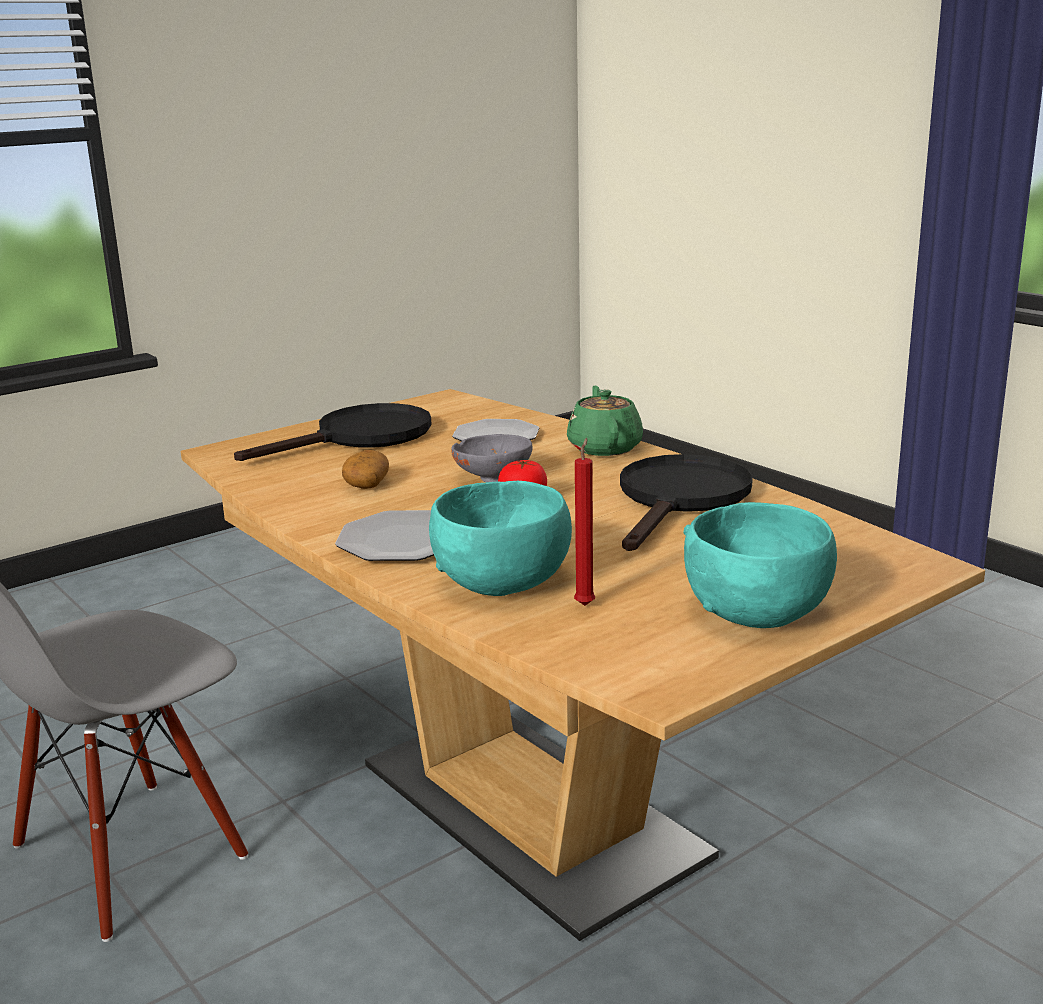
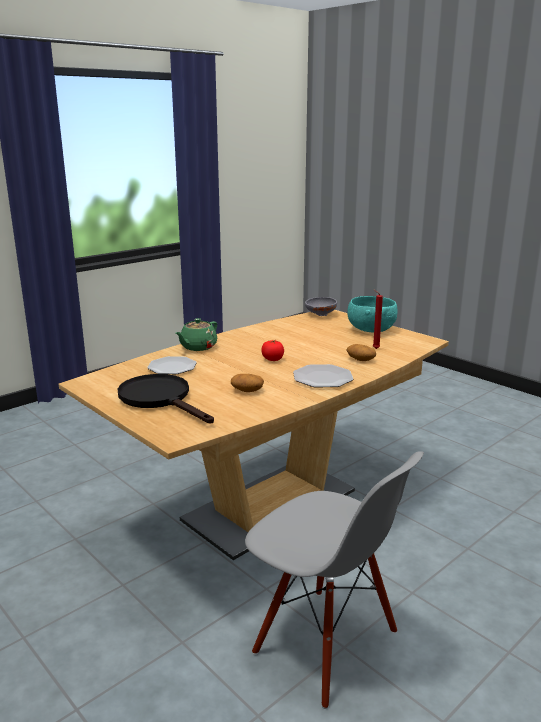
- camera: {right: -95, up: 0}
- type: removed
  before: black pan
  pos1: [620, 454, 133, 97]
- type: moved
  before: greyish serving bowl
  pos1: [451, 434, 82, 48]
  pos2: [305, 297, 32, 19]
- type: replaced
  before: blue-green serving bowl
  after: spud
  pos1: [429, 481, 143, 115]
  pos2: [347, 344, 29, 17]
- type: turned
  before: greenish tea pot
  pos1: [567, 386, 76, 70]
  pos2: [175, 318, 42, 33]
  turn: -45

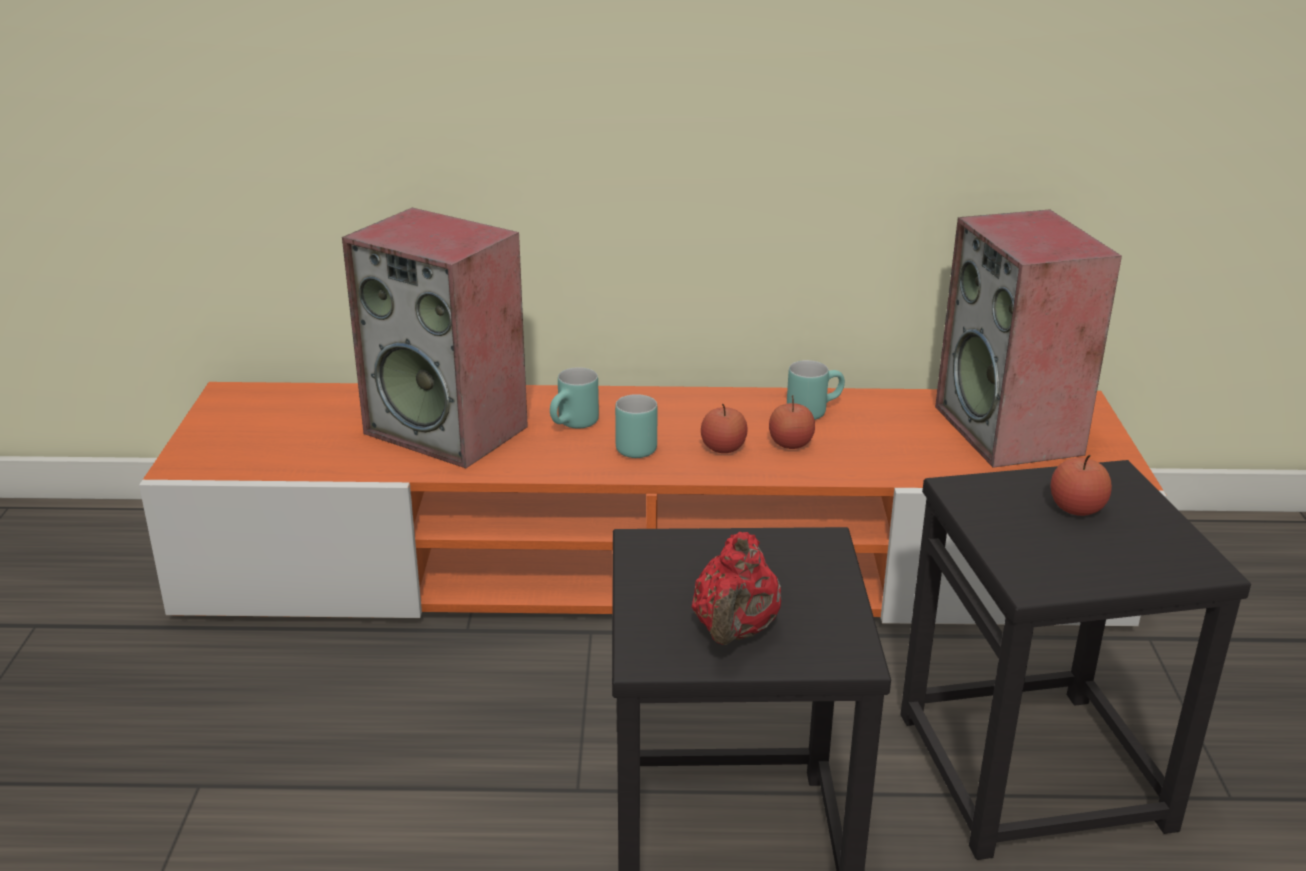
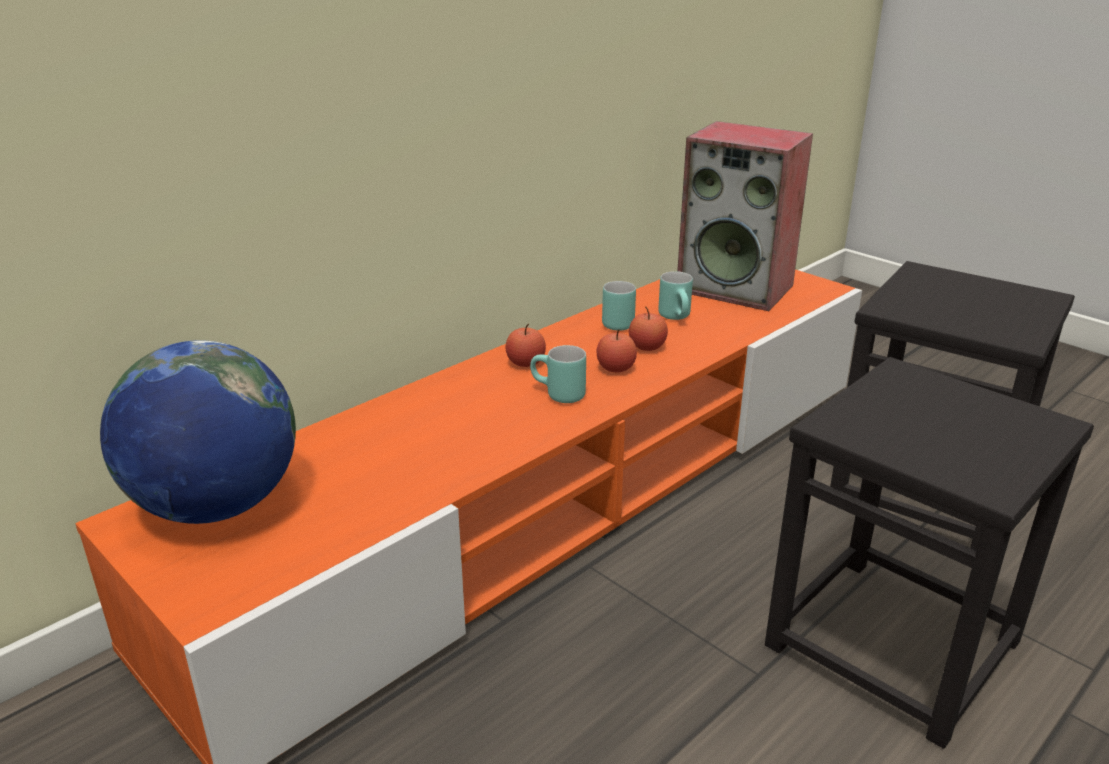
- camera: {right: -45, up: 0}
- type: removed
  before: audio speaker
  pos1: [342, 208, 186, 260]
- type: removed
  before: red-coloured tea pot
  pos1: [692, 532, 89, 113]
- type: added
  after: globe
  pos2: [100, 340, 196, 184]
- type: moved
  before: blue-green coffee mug
  pos1: [550, 367, 49, 62]
  pos2: [658, 271, 35, 49]
- type: moved
  before: apple fruit
  pos1: [1051, 455, 61, 61]
  pos2: [505, 324, 41, 43]

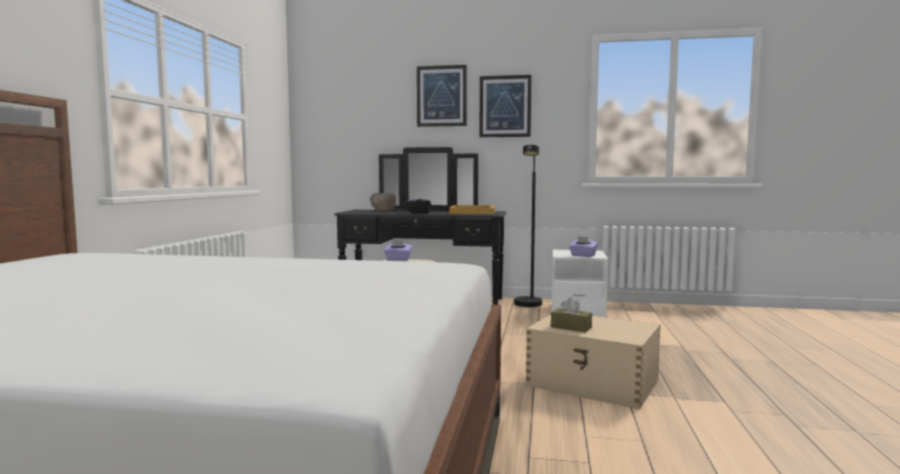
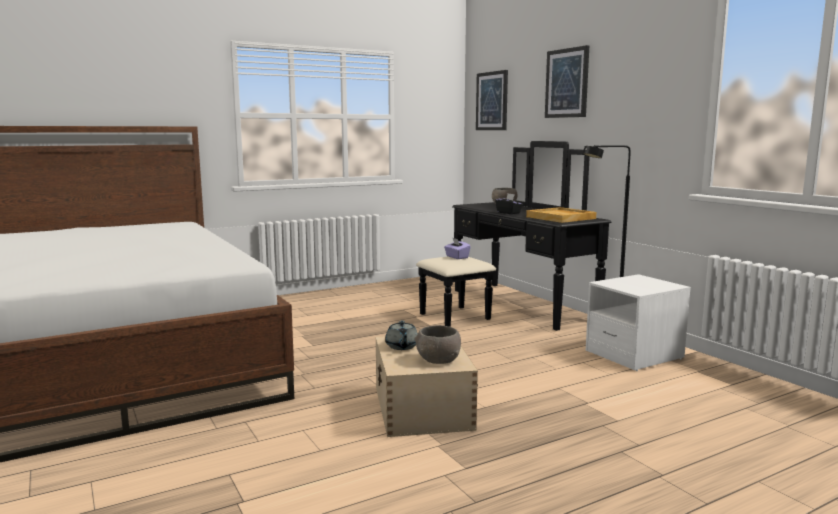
- camera: {right: 50, up: 5}
- type: removed
  before: purple tissue holder
  pos1: [569, 236, 29, 21]
- type: added
  after: greyish serving bowl
  pos2: [414, 325, 47, 39]
- type: moved
  before: wall picture
  pos1: [479, 75, 52, 62]
  pos2: [476, 70, 32, 60]
- type: replaced
  before: brown-coloured tissue holder
  after: greyish tea pot
  pos1: [551, 297, 41, 36]
  pos2: [385, 321, 33, 29]

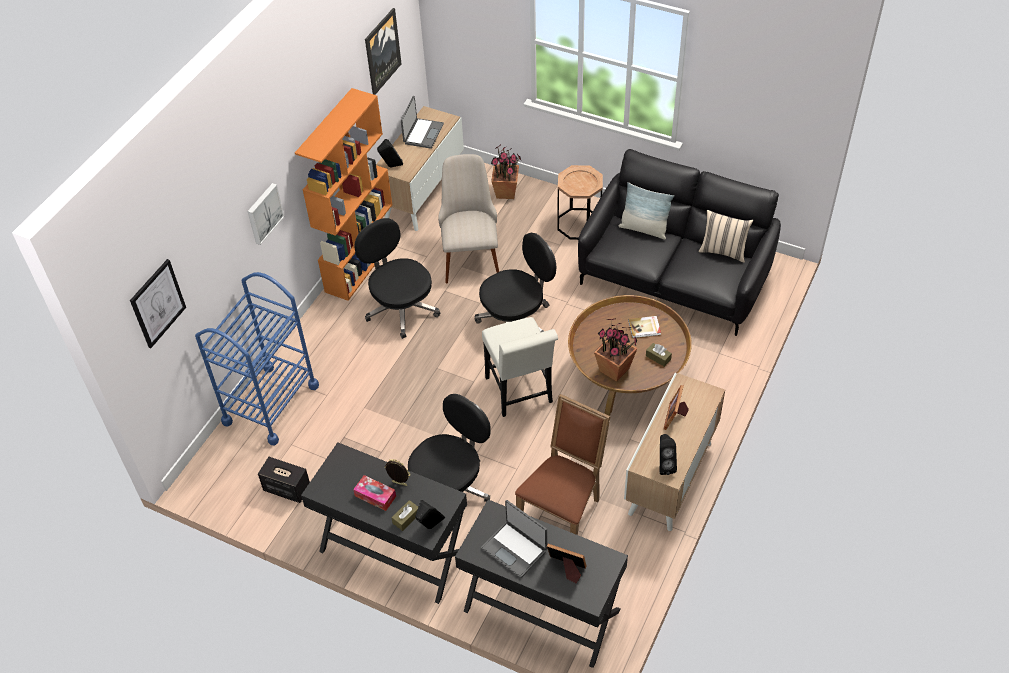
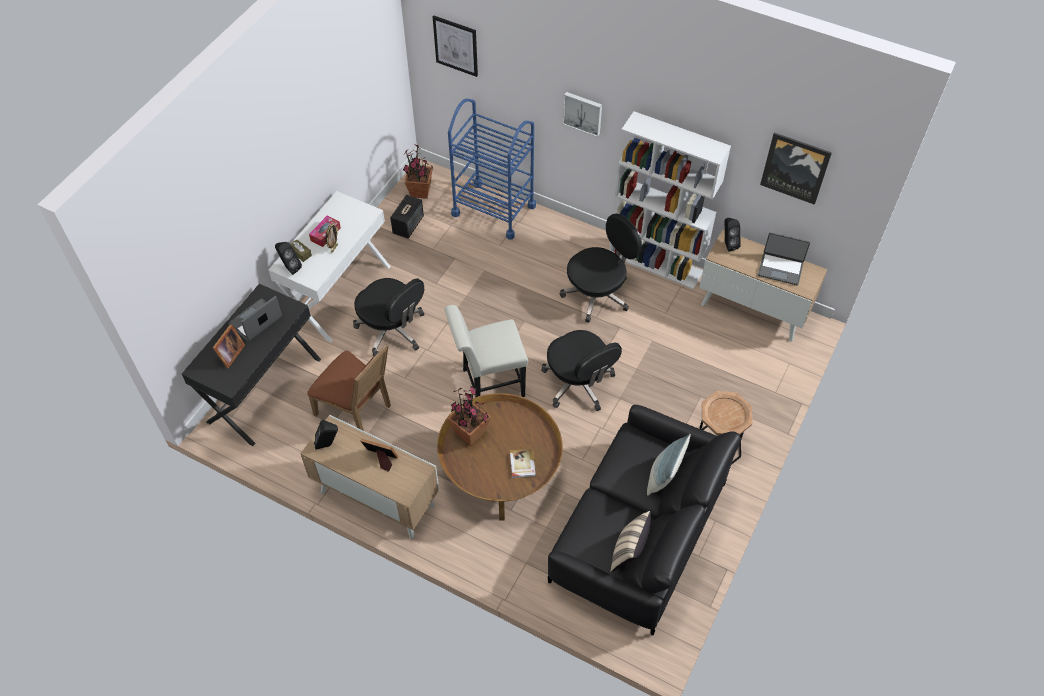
- camera: {right: 90, up: 5}
- type: removed
  before: sand-coloured chair
  pos1: [438, 154, 61, 129]
- type: removed
  before: brown-coloured tissue holder
  pos1: [646, 343, 26, 24]
- type: moved
  before: houseplant
  pos1: [491, 145, 31, 54]
  pos2: [403, 145, 30, 54]
- type: recoloured
  before: orange-coloured bookshelf
  after: whitish bookshelf
  pos1: [295, 88, 98, 213]
  pos2: [609, 111, 122, 178]
- type: recoloured
  before: black desk unit
  after: whitish desk unit
  pos1: [301, 442, 166, 162]
  pos2: [268, 191, 123, 152]

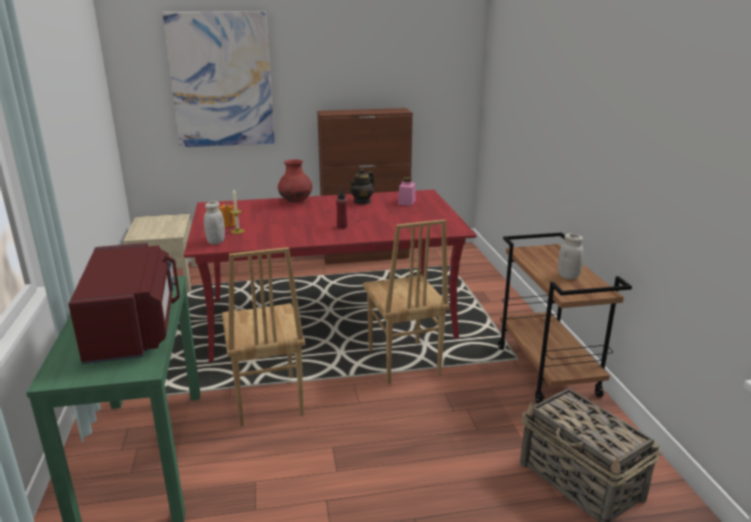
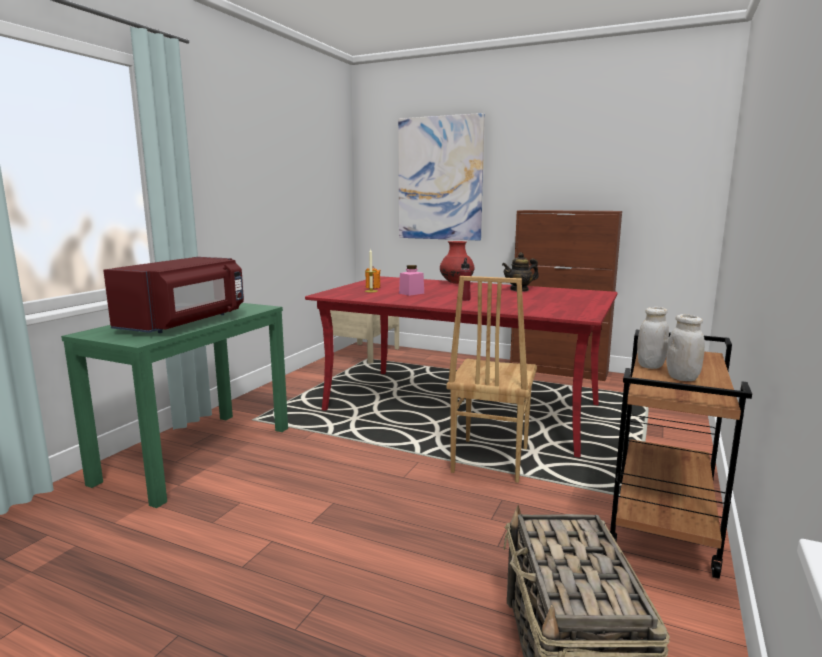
- camera: {right: 35, up: -10}
- type: removed
  before: brown-coloured chair
  pos1: [222, 247, 83, 180]
- type: moved
  before: whitish storage jar
  pos1: [204, 201, 21, 44]
  pos2: [637, 307, 32, 62]
- type: moved
  before: pinkish storage jar
  pos1: [398, 177, 17, 29]
  pos2: [399, 265, 25, 31]

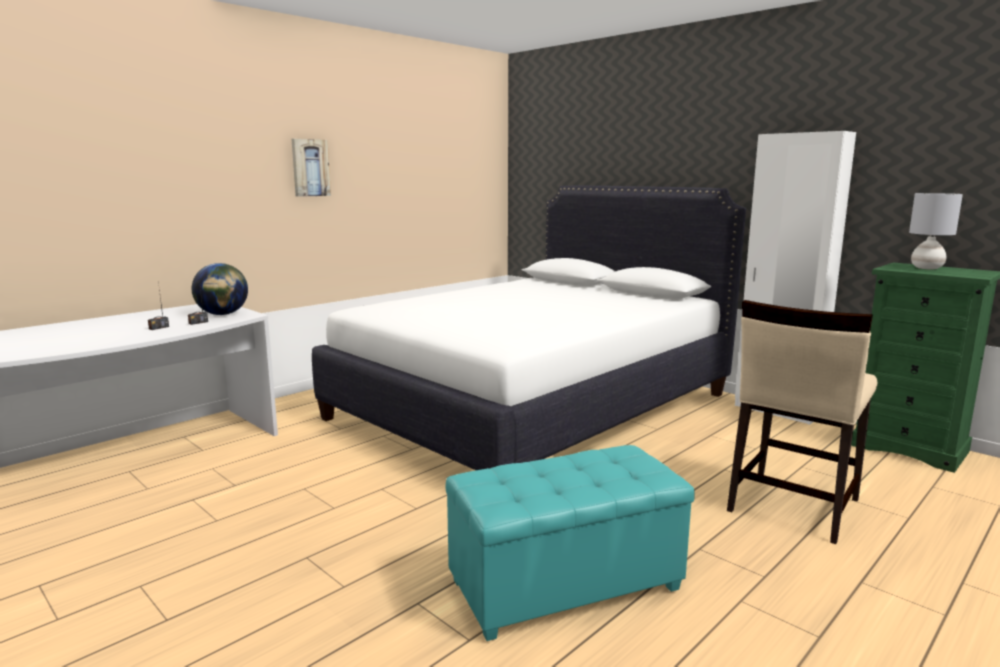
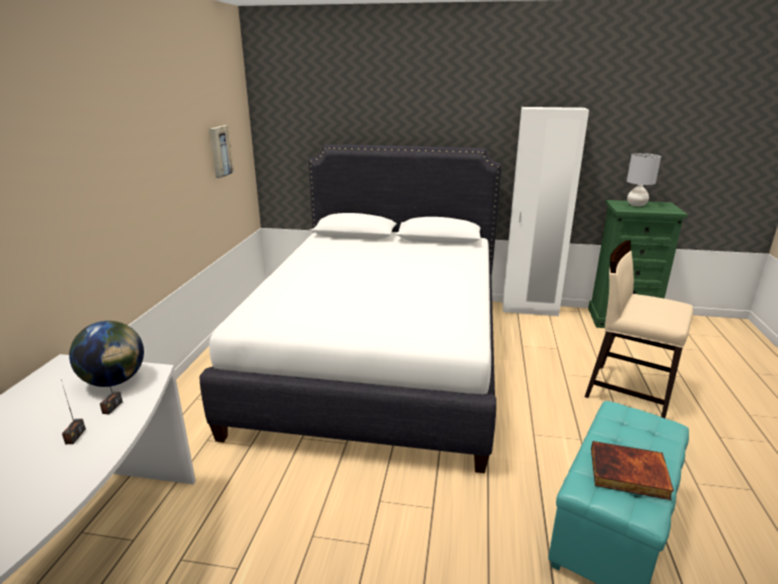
- camera: {right: -35, up: 10}
- type: added
  after: bound book
  pos2: [591, 441, 83, 59]
- type: moved
  before: wall picture
  pos1: [292, 139, 39, 58]
  pos2: [209, 125, 25, 53]
- type: turned
  before: sand-coloured chair
  pos1: [727, 300, 150, 244]
  pos2: [585, 241, 108, 177]
  turn: 120

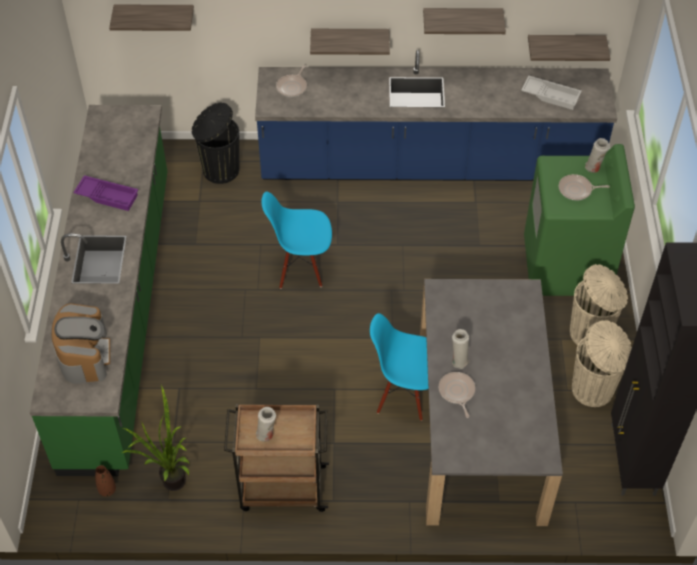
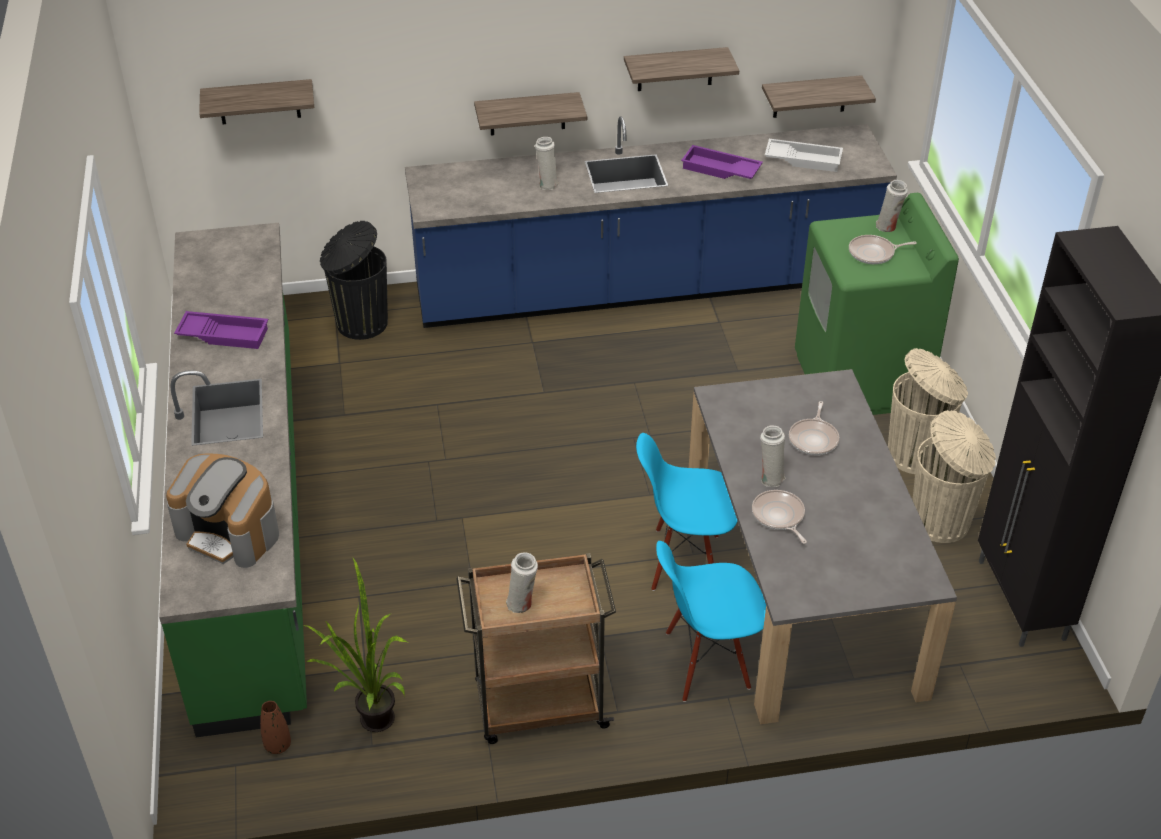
- camera: {right: -10, up: -10}
- type: added
  after: whitish flower vase
  pos2: [535, 137, 24, 53]
- type: added
  after: purple tray
  pos2: [681, 145, 82, 34]
- type: moved
  before: bluish chair
  pos1: [261, 192, 71, 97]
  pos2: [656, 541, 110, 161]
- type: moved
  before: pan
  pos1: [276, 65, 31, 32]
  pos2: [789, 401, 50, 54]
- type: turned
  before: coffee maker
  pos1: [52, 303, 58, 81]
  pos2: [166, 454, 113, 114]
  turn: 135

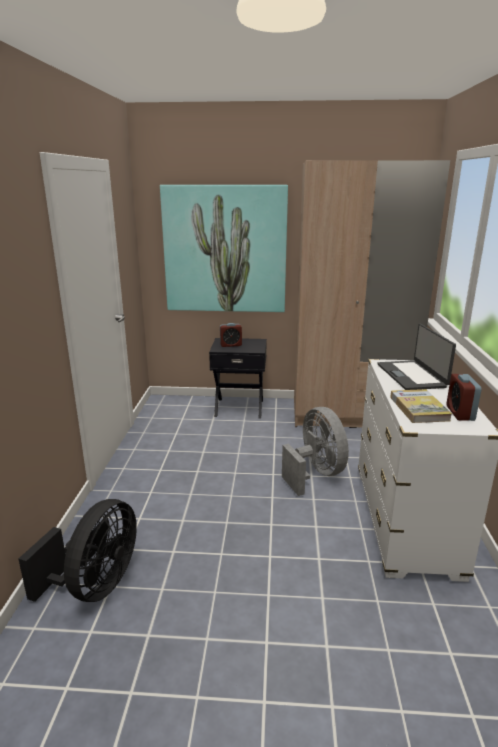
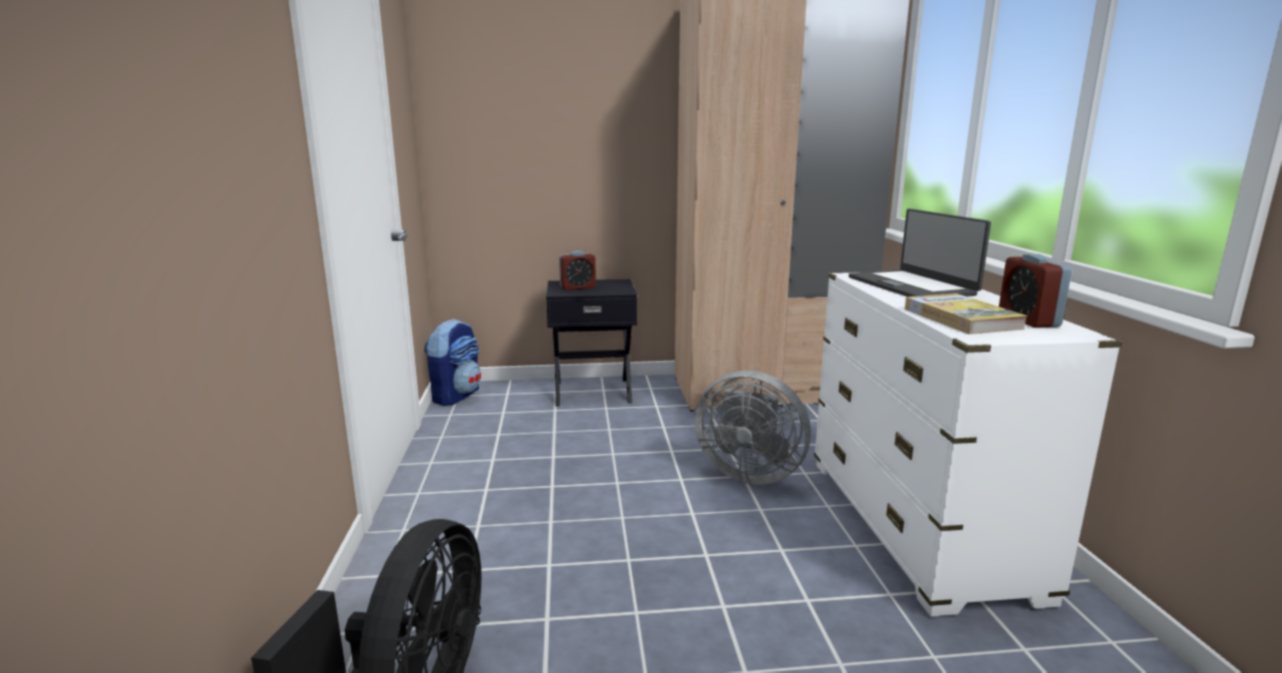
- camera: {right: -10, up: -5}
- type: removed
  before: wall picture
  pos1: [160, 185, 128, 127]
- type: added
  after: knapsack
  pos2: [424, 319, 57, 87]
- type: turned
  before: greyish electric fan
  pos1: [282, 407, 67, 89]
  pos2: [695, 370, 116, 115]
  turn: 150

